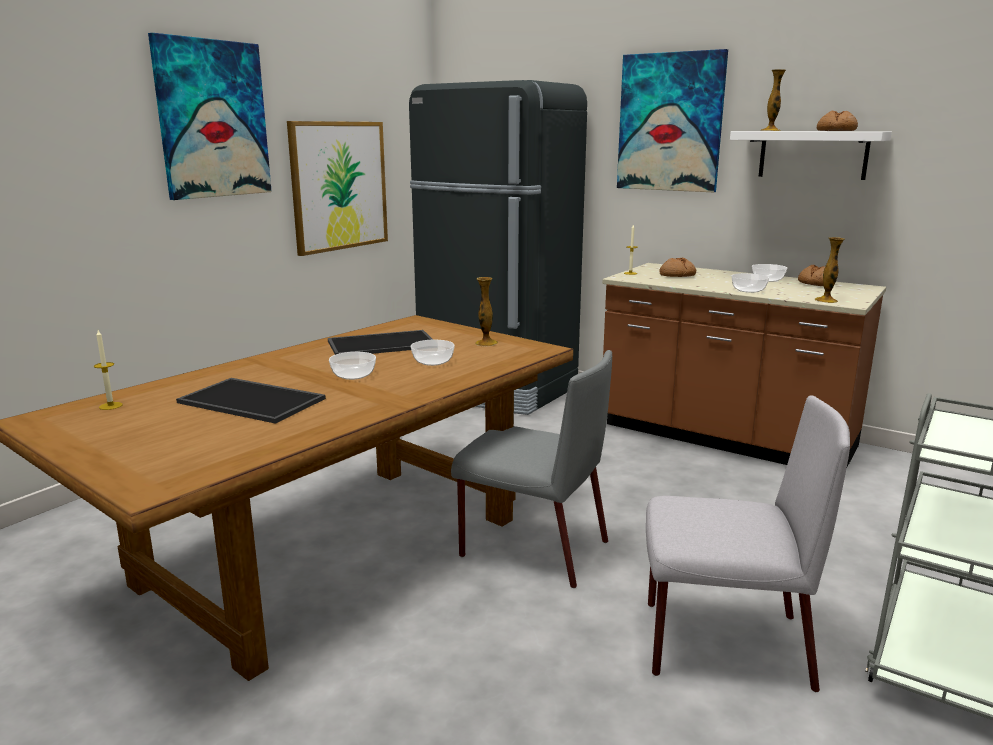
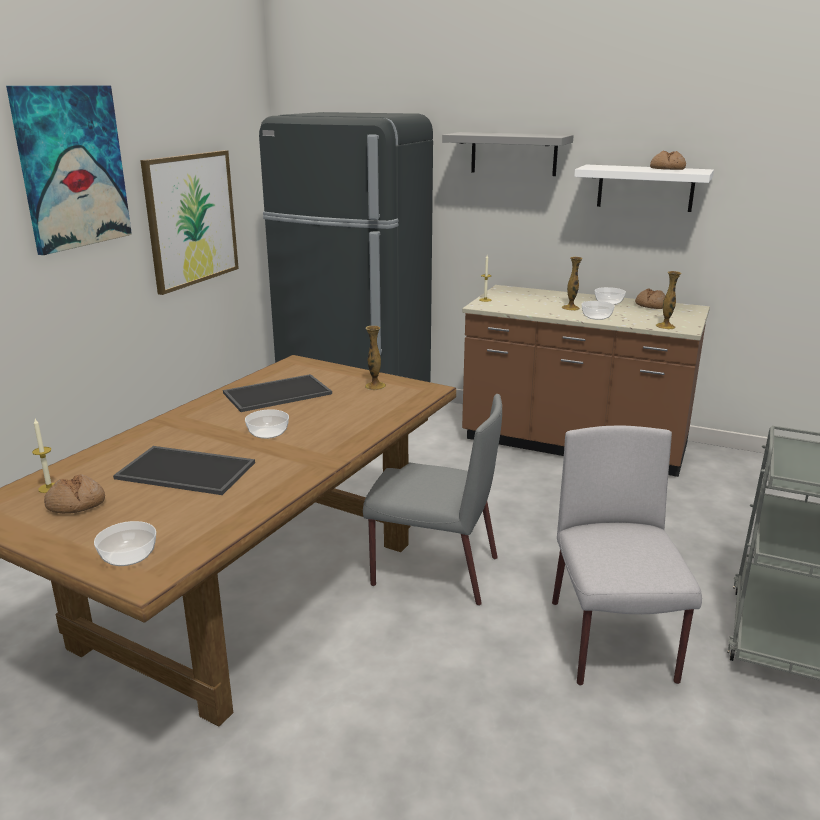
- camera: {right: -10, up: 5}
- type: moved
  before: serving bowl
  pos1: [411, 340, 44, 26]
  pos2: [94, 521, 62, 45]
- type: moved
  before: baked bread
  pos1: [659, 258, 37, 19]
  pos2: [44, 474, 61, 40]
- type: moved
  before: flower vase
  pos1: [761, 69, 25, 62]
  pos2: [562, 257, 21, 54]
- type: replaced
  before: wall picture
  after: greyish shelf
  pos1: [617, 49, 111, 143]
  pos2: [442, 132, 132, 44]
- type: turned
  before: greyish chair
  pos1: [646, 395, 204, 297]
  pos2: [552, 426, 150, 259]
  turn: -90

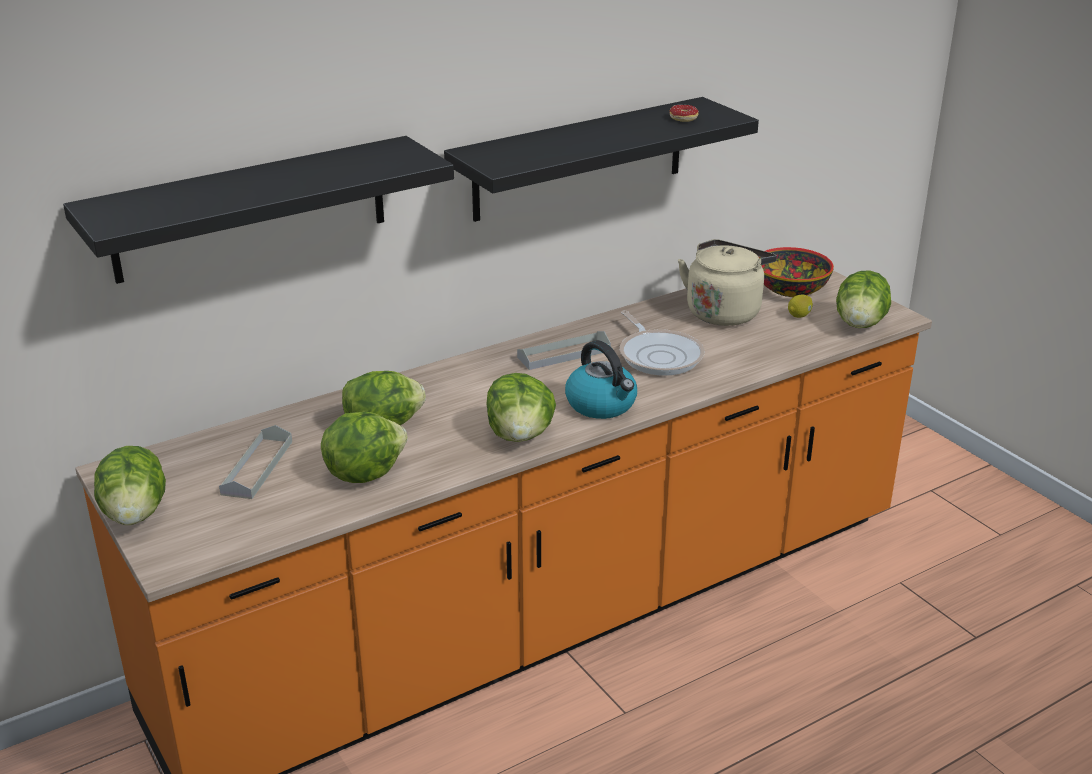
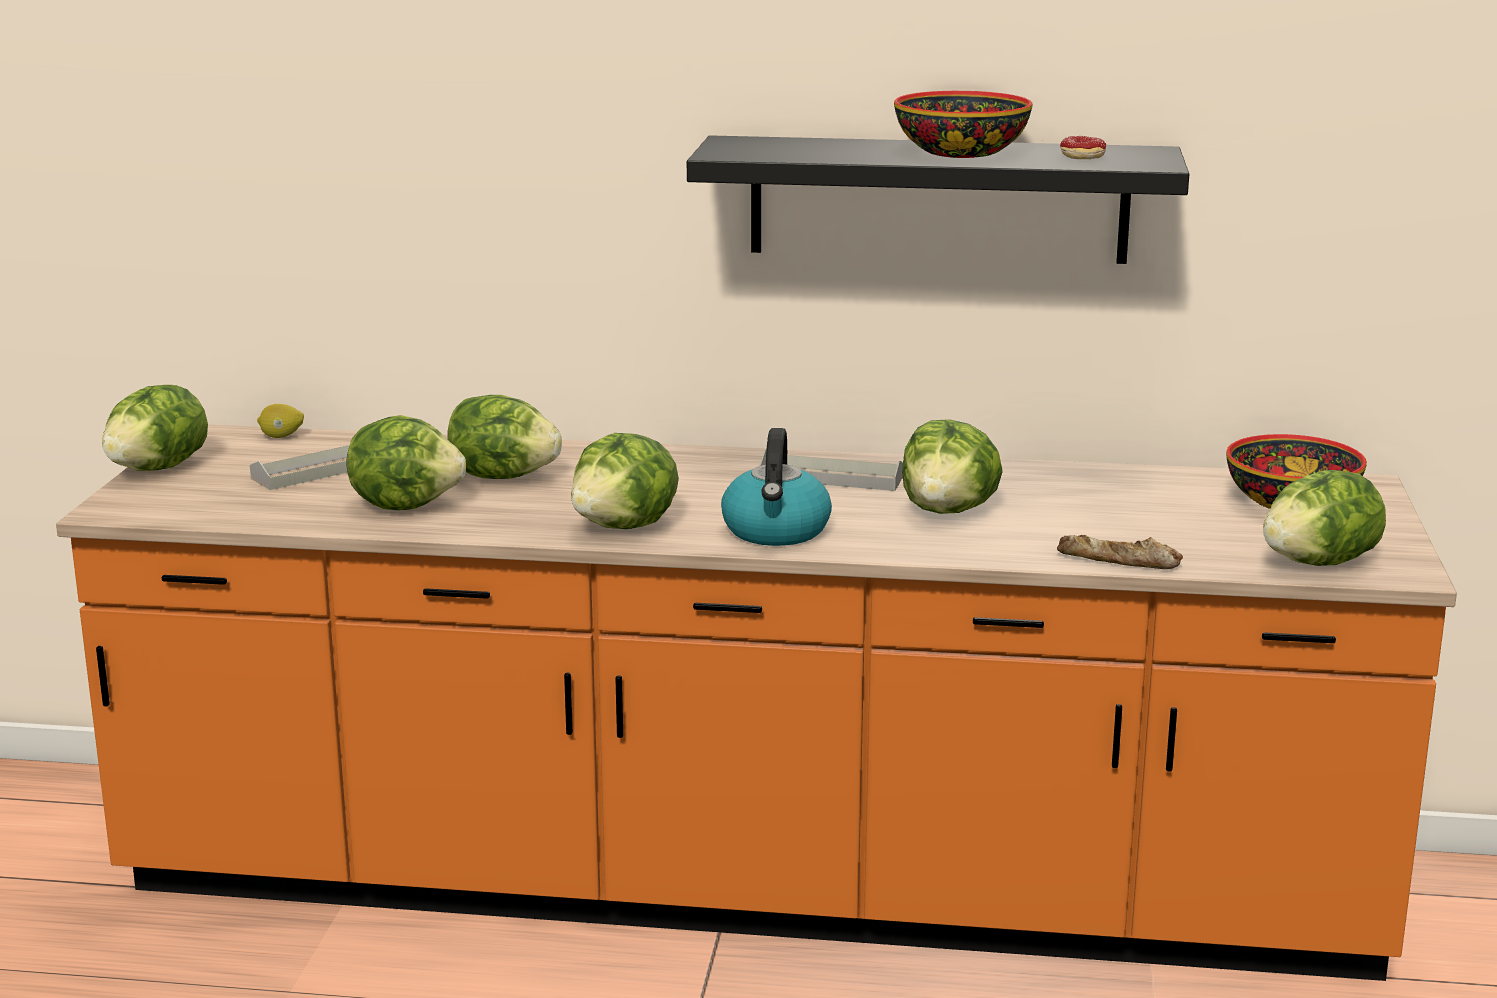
- camera: {right: 40, up: -10}
- type: removed
  before: black shelf
  pos1: [63, 136, 391, 148]
- type: removed
  before: sand-coloured water kettle
  pos1: [678, 239, 99, 87]
- type: added
  after: serving bowl
  pos2: [894, 91, 139, 67]
- type: added
  after: baked bread
  pos2: [1057, 535, 126, 34]
- type: moved
  before: whole lemon
  pos1: [788, 295, 25, 23]
  pos2: [257, 404, 47, 34]
- type: replaced
  before: pan
  after: head of lettuce
  pos1: [620, 310, 85, 66]
  pos2: [902, 419, 101, 95]

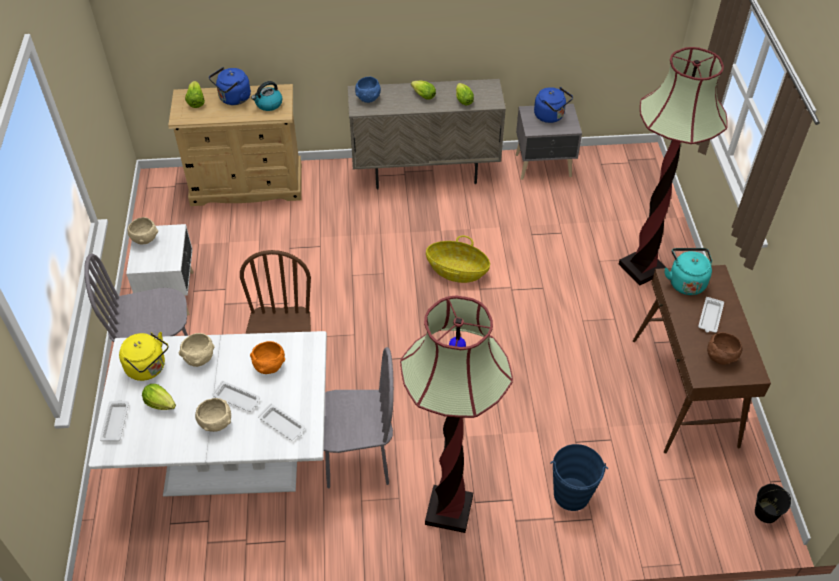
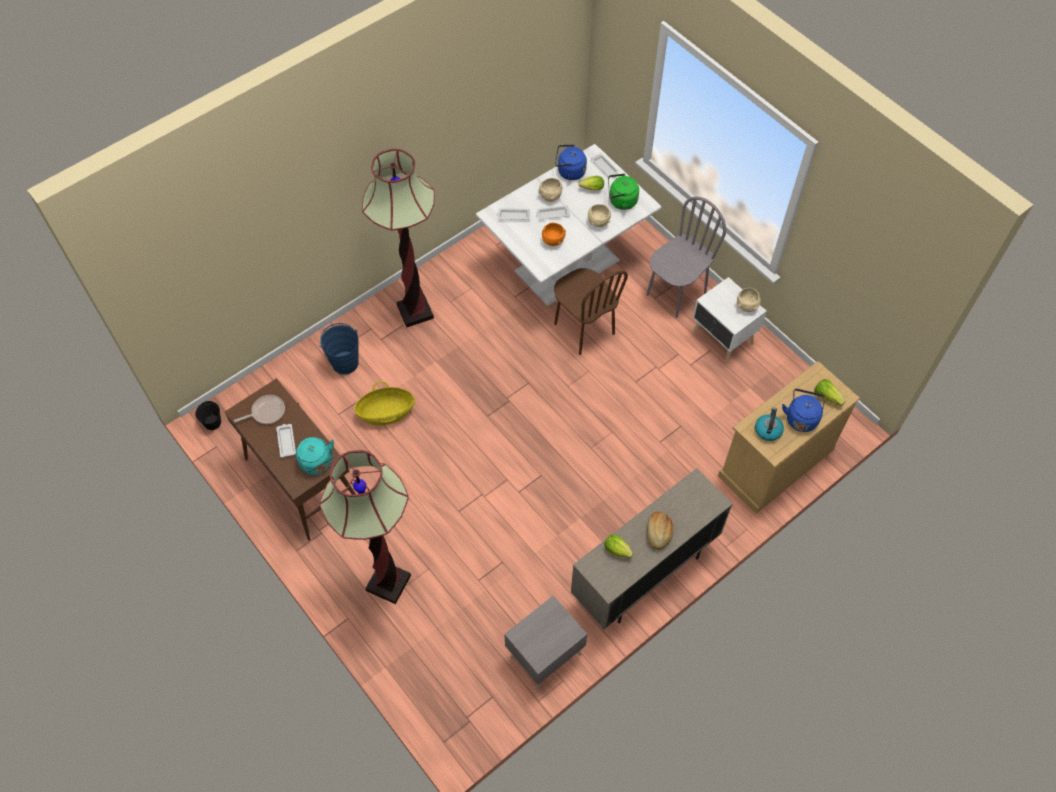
- camera: {right: 145, up: 10}
- type: removed
  before: greyish chair
  pos1: [324, 347, 70, 141]
- type: removed
  before: bluish serving bowl
  pos1: [355, 77, 26, 26]
- type: moved
  before: basket
  pos1: [426, 236, 64, 47]
  pos2: [354, 381, 61, 45]
- type: moved
  before: bluish water kettle
  pos1: [534, 87, 39, 36]
  pos2: [555, 144, 32, 36]
- type: replaced
  before: head of lettuce
  after: baked bread
  pos1: [411, 80, 25, 20]
  pos2: [648, 512, 26, 38]
- type: replaced
  before: brown-coloured serving bowl
  after: pan
  pos1: [707, 332, 35, 33]
  pos2: [234, 395, 51, 29]
- type: recoloured
  before: yellow water kettle
  after: greenish water kettle
  pos1: [119, 332, 49, 49]
  pos2: [608, 174, 31, 36]

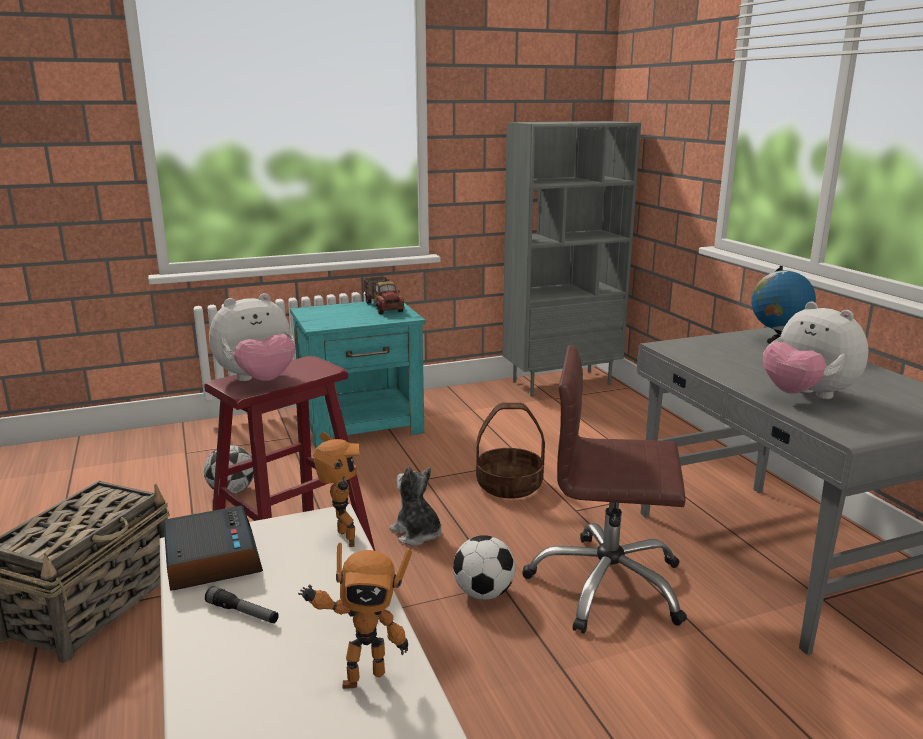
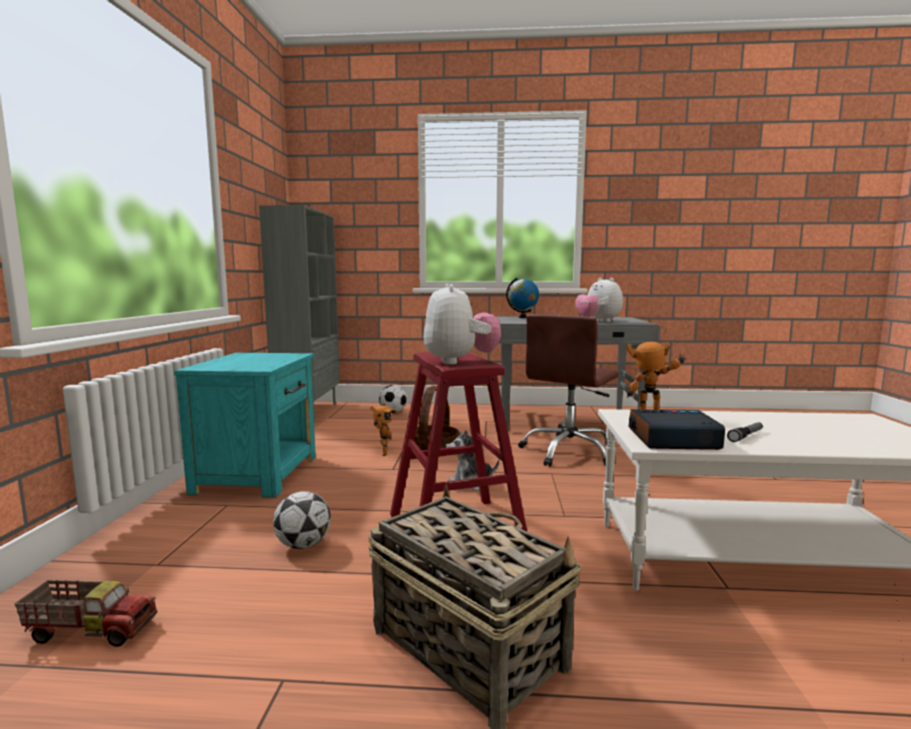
- camera: {right: -65, up: -10}
- type: moved
  before: toy robot
  pos1: [298, 543, 114, 146]
  pos2: [369, 403, 27, 53]
- type: moved
  before: toy lorry
  pos1: [363, 276, 42, 38]
  pos2: [14, 580, 143, 67]
- type: moved
  before: ball for football
  pos1: [453, 535, 62, 65]
  pos2: [379, 385, 28, 28]
- type: turned
  before: plush toy
  pos1: [763, 301, 106, 98]
  pos2: [575, 278, 48, 44]
  turn: 75

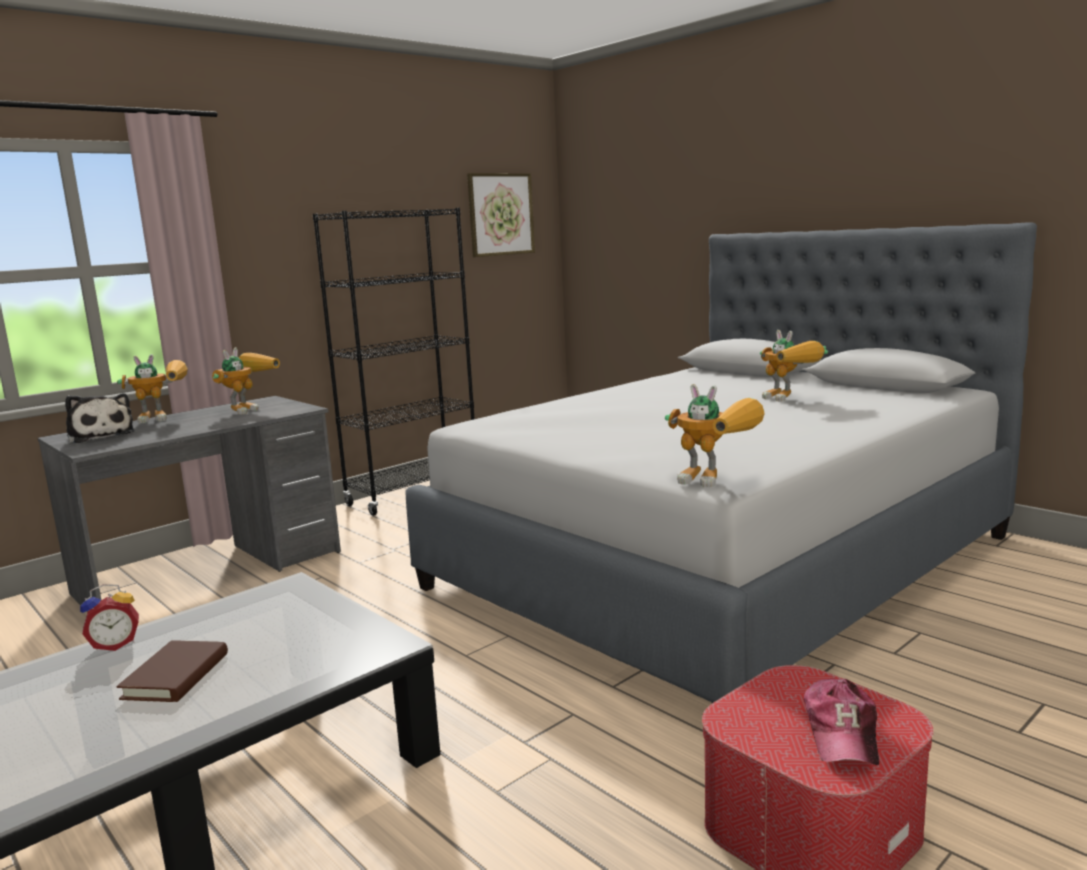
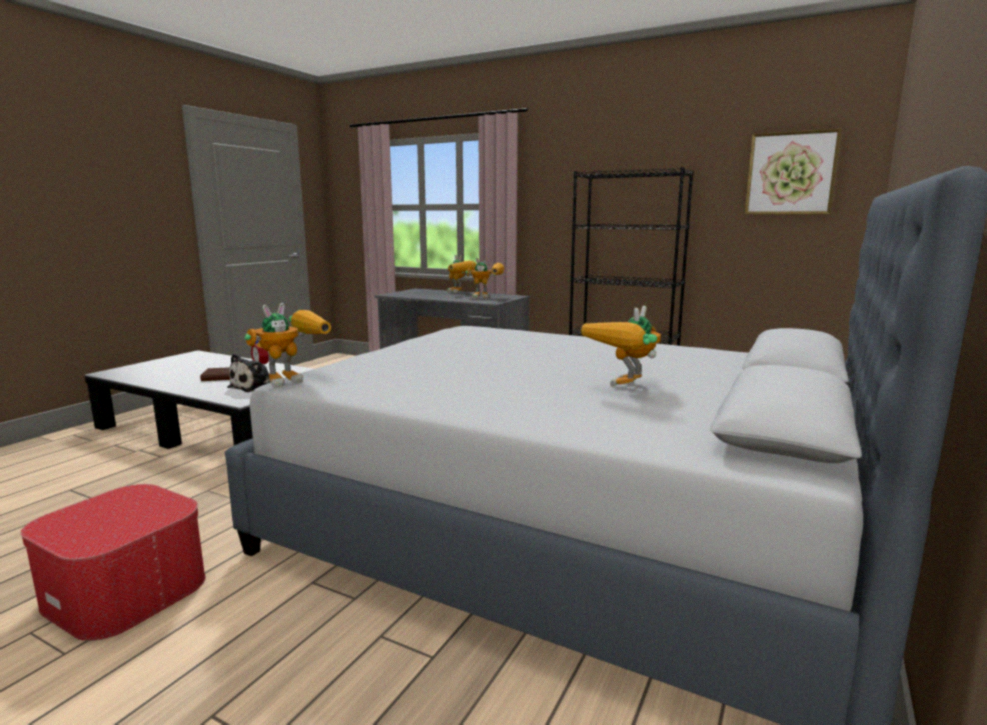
- camera: {right: 70, up: 0}
- type: removed
  before: cap
  pos1: [804, 679, 75, 86]
- type: moved
  before: plush toy
  pos1: [65, 393, 69, 50]
  pos2: [227, 354, 44, 38]
- type: turned
  before: toy robot
  pos1: [665, 384, 100, 104]
  pos2: [244, 303, 87, 85]
  turn: -150

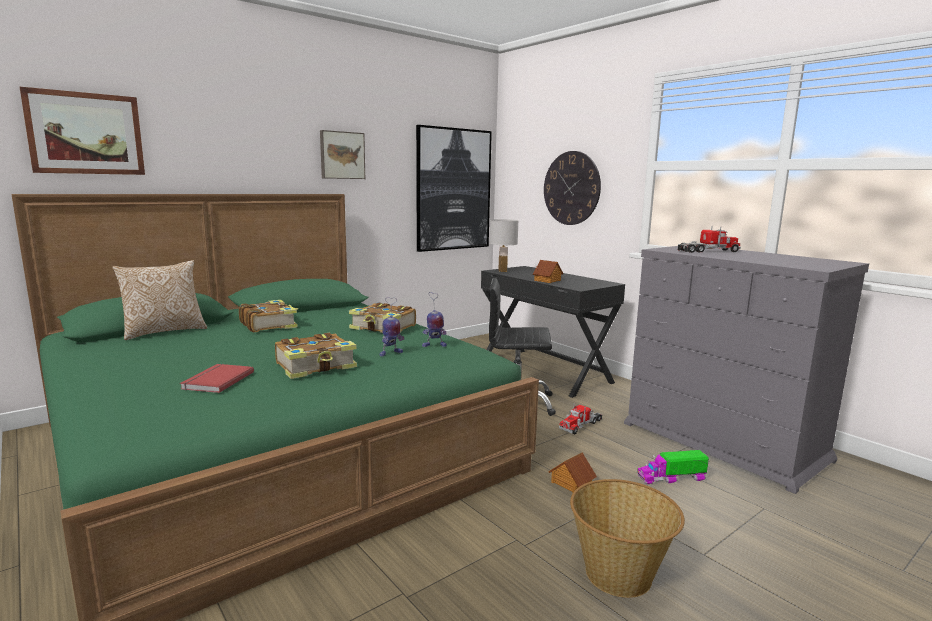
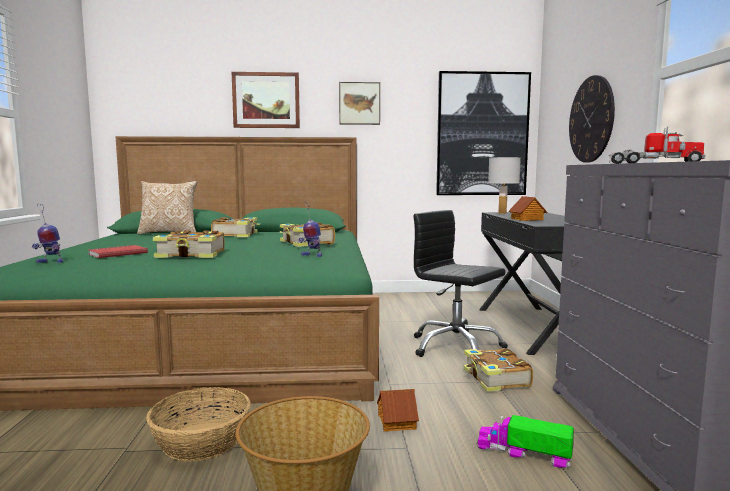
- camera: {right: 35, up: -5}
- type: added
  after: basket
  pos2: [146, 387, 105, 75]
- type: moved
  before: wall picture
  pos1: [20, 87, 125, 88]
  pos2: [232, 72, 68, 56]
- type: moved
  before: toy robot
  pos1: [380, 297, 24, 59]
  pos2: [32, 204, 31, 59]
- type: replaced
  before: toy lorry
  after: bound book
  pos1: [559, 403, 43, 31]
  pos2: [464, 348, 69, 44]

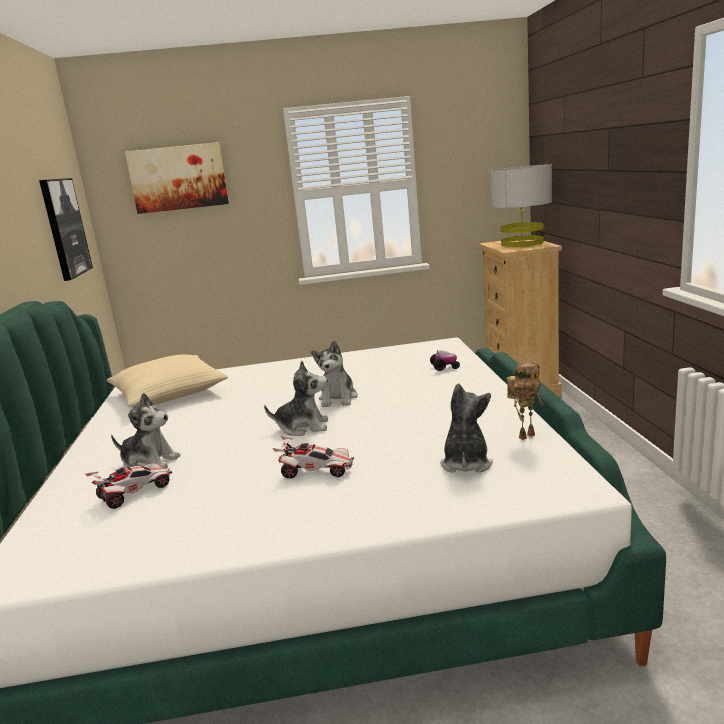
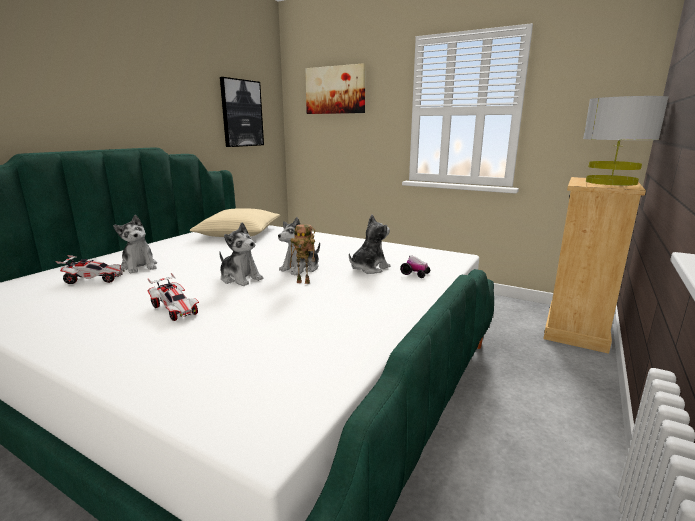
- camera: {right: 35, up: 0}
- type: moved
  before: plush toy
  pos1: [440, 383, 53, 89]
  pos2: [349, 215, 42, 59]
- type: moved
  before: toy robot
  pos1: [507, 361, 36, 79]
  pos2: [290, 224, 25, 60]

